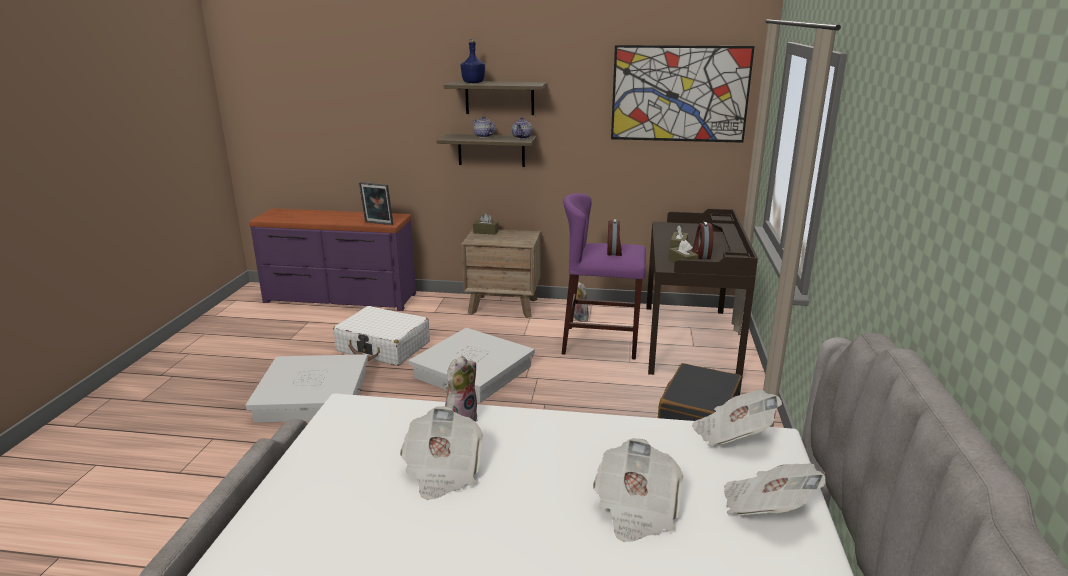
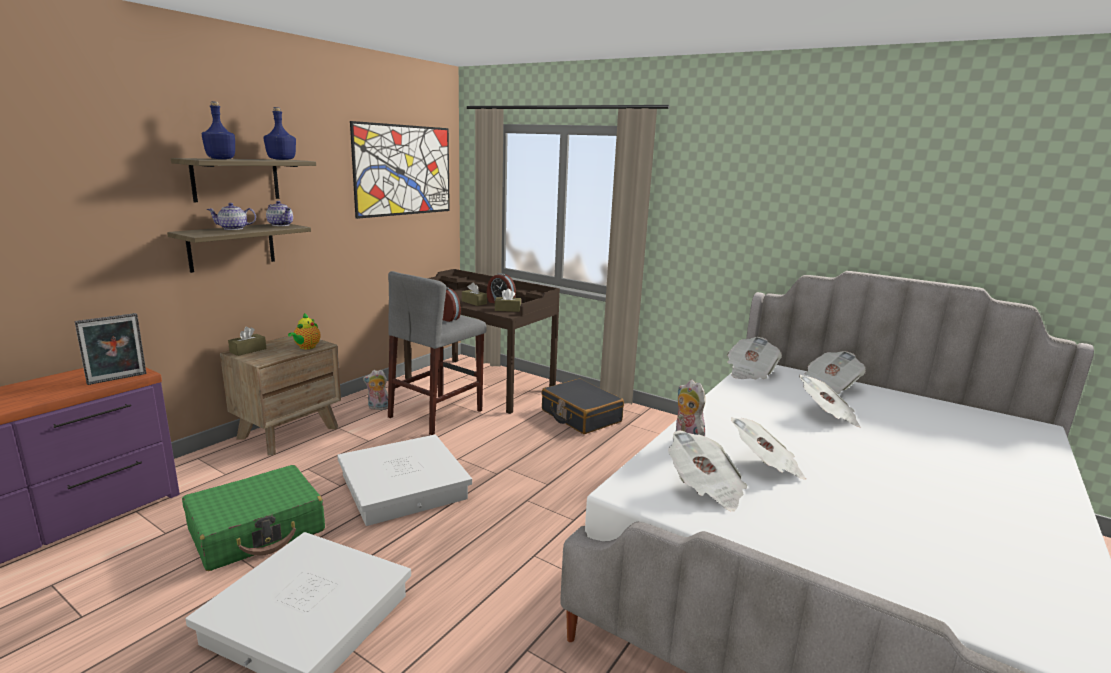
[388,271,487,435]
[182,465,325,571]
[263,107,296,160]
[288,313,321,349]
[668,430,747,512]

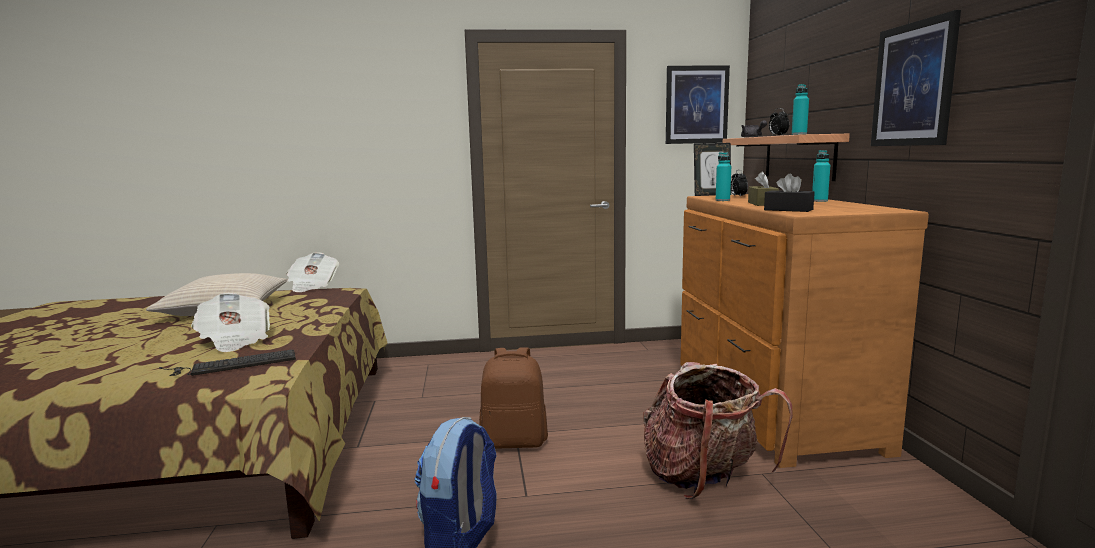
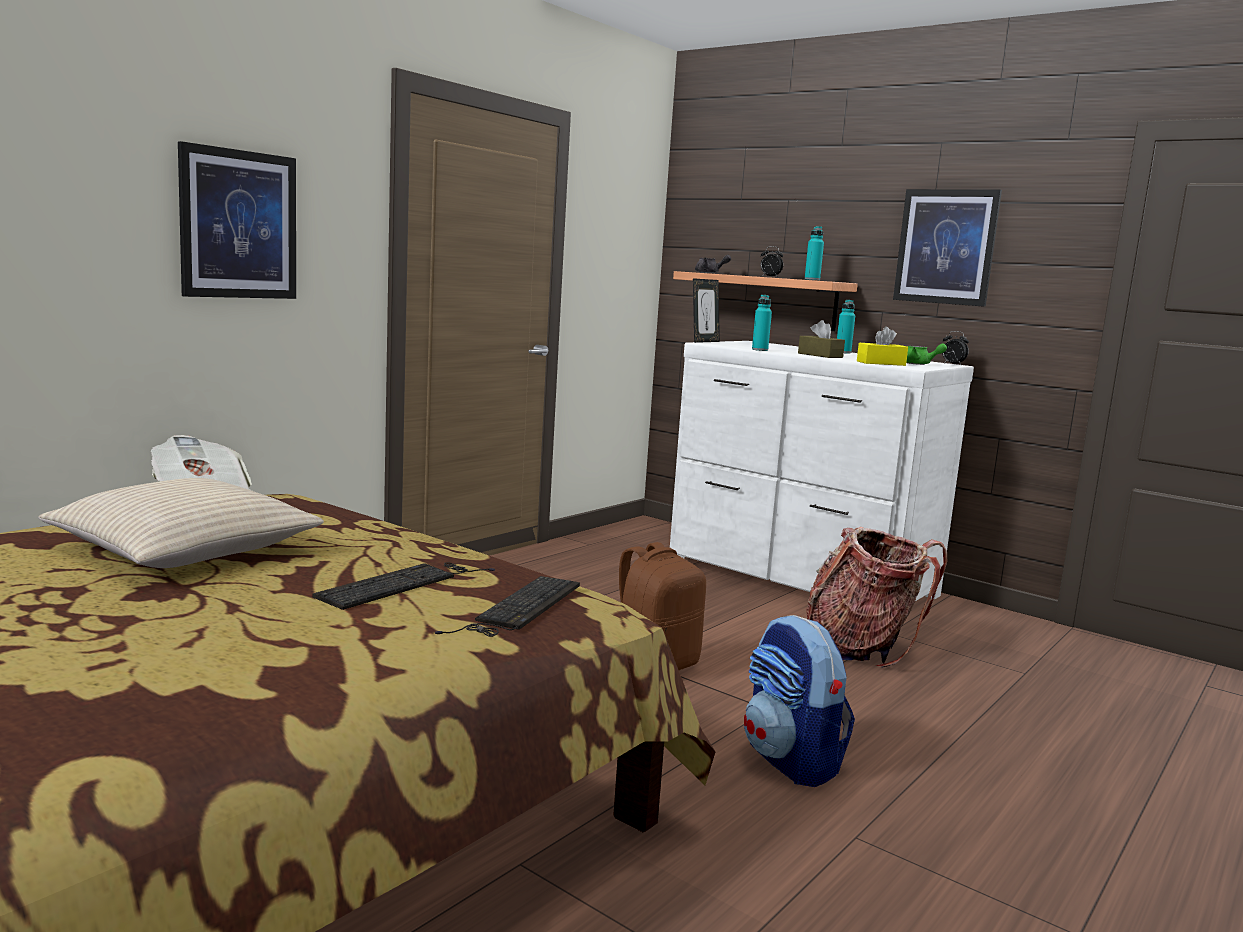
[178,141,296,299]
[942,331,969,364]
[857,326,908,366]
[670,341,974,601]
[312,562,495,610]
[906,343,947,365]

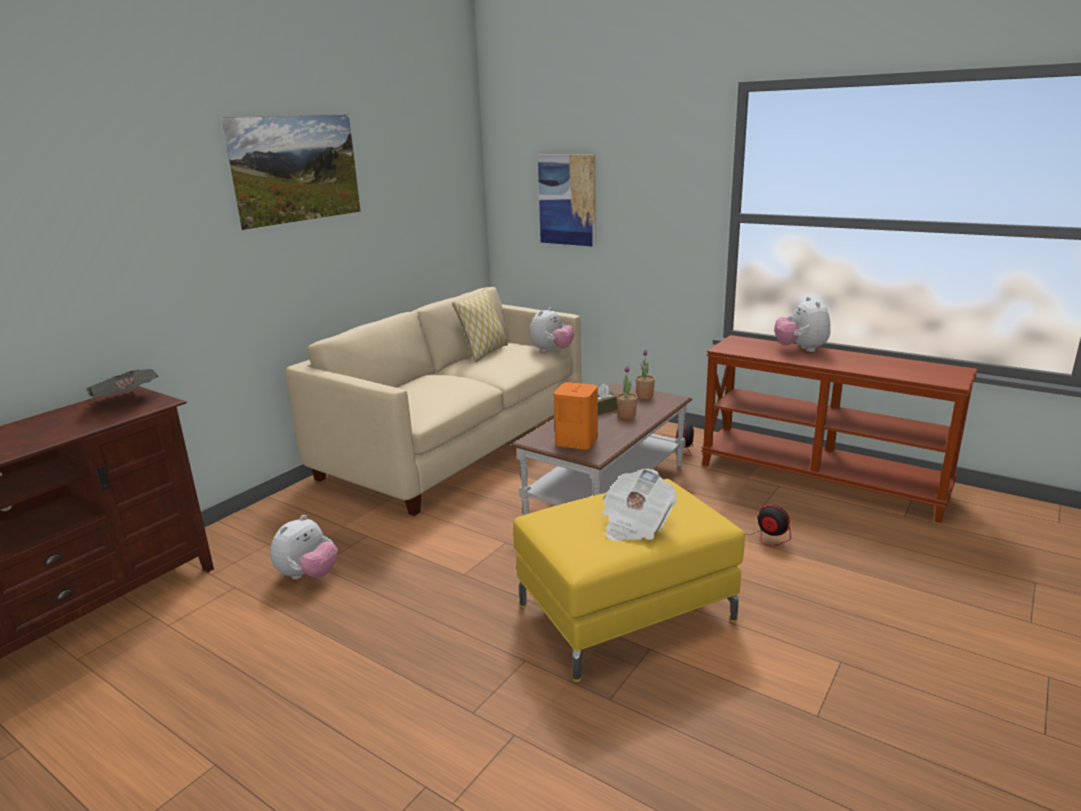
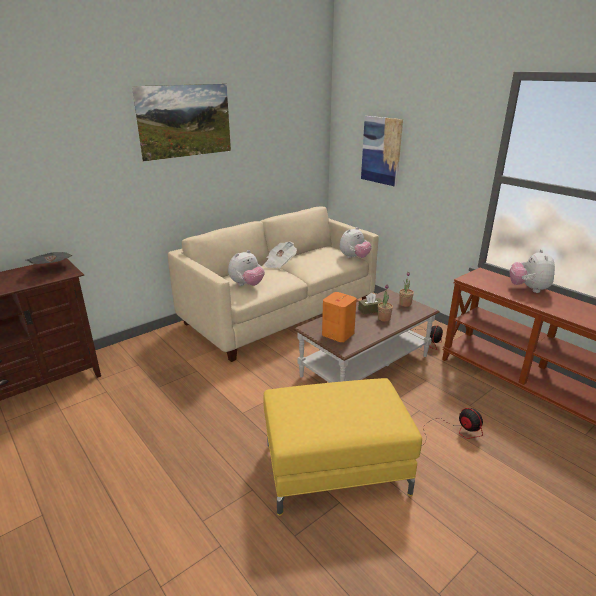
[452,288,508,362] (first image)
[263,241,297,269]
[228,250,265,286]

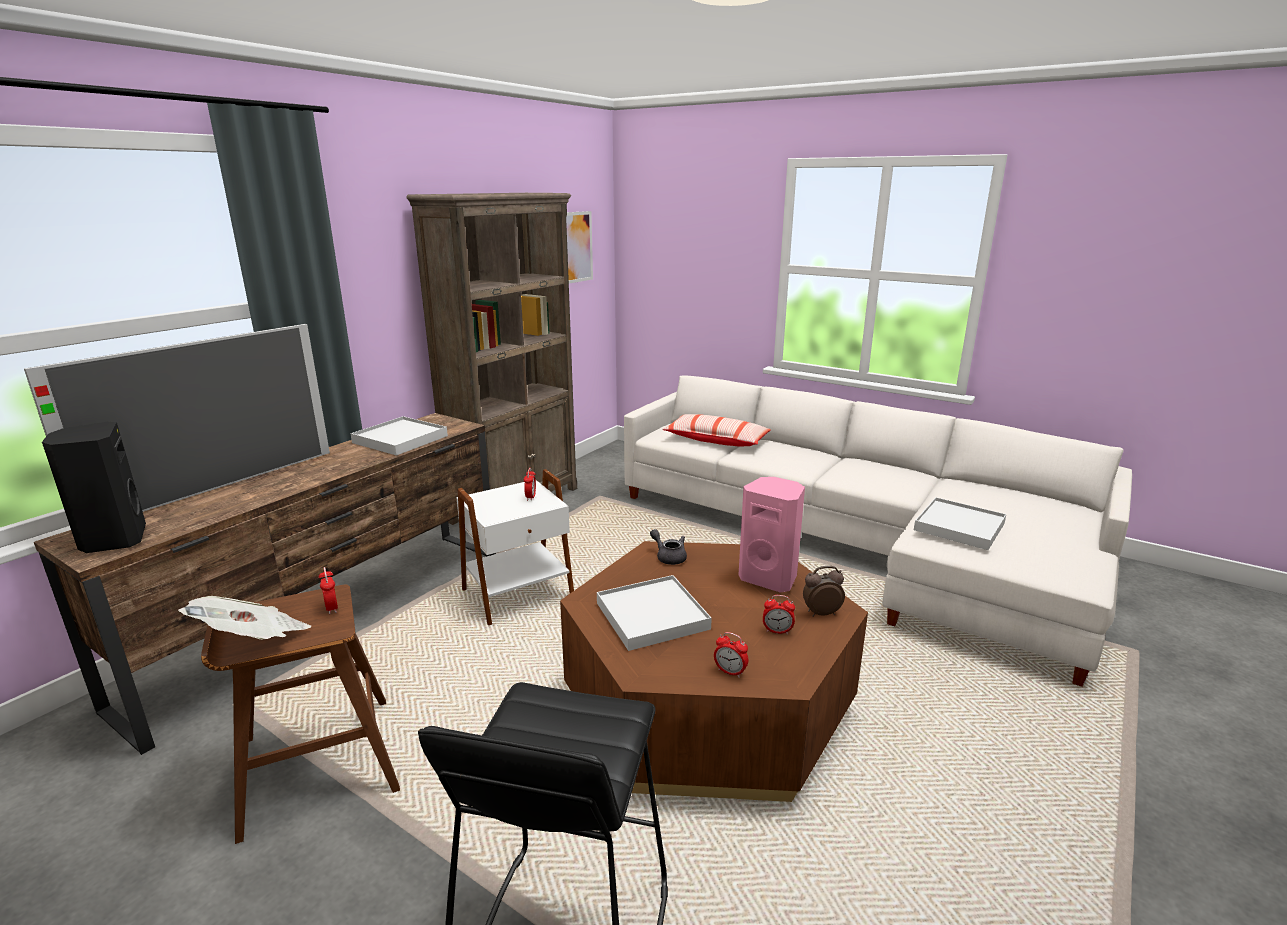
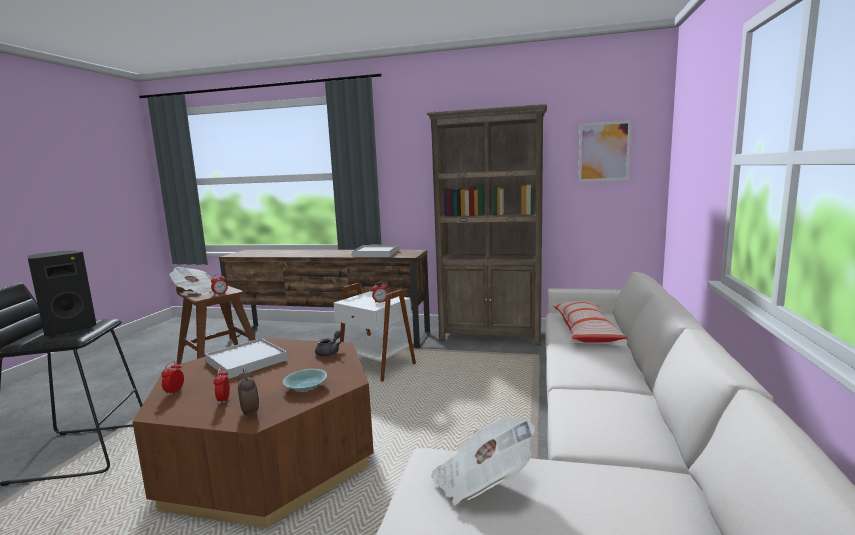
[24,324,330,512] (first image)
[28,250,97,337]
[283,369,327,391]
[431,416,536,505]

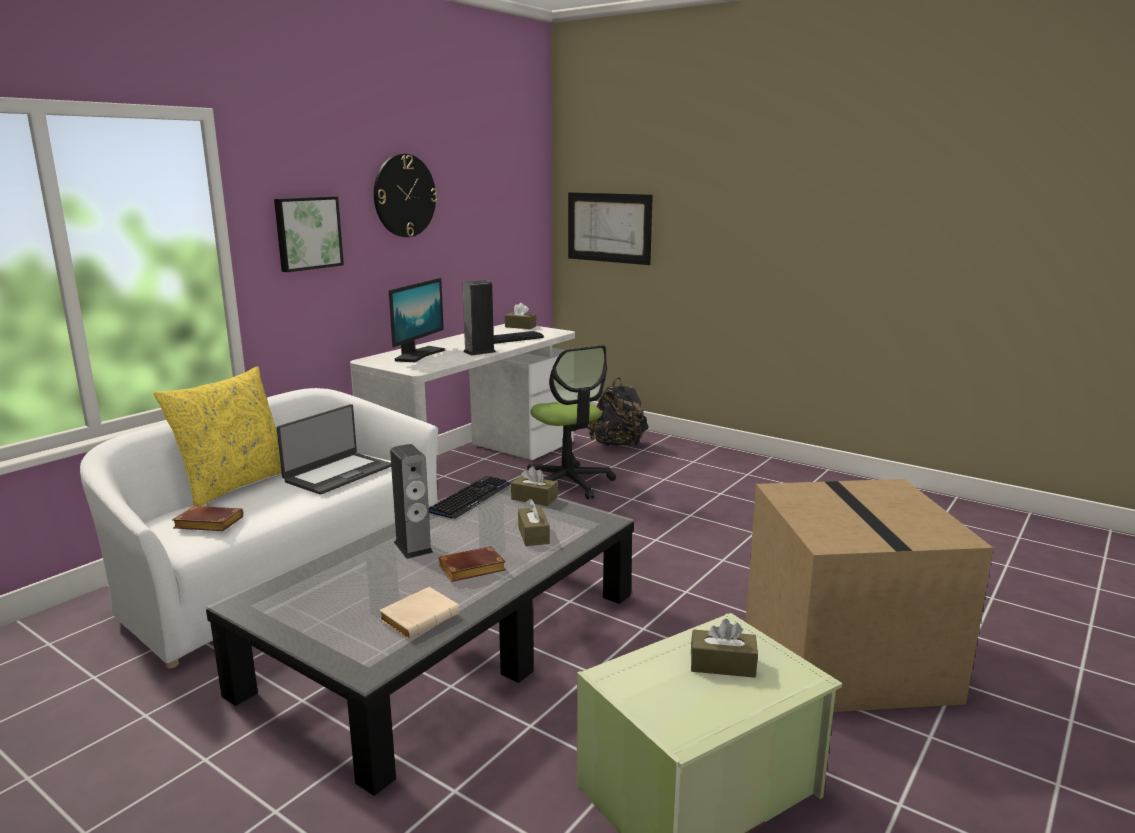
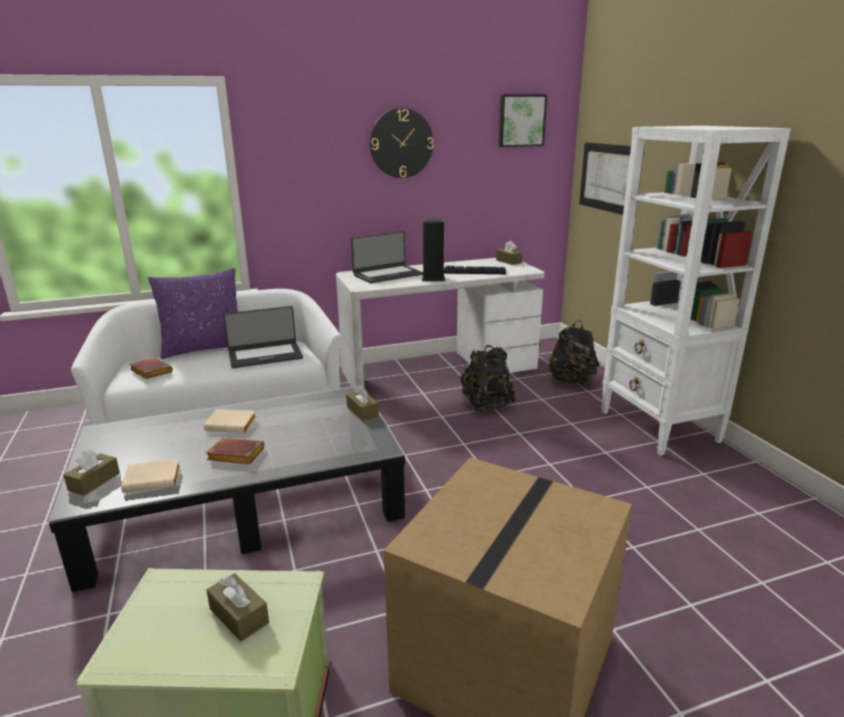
[499,95,547,147]
[351,231,423,283]
[460,345,517,411]
[148,268,238,359]
[204,409,256,433]
[429,476,511,519] (first image)
[63,449,120,496]
[601,126,791,456]

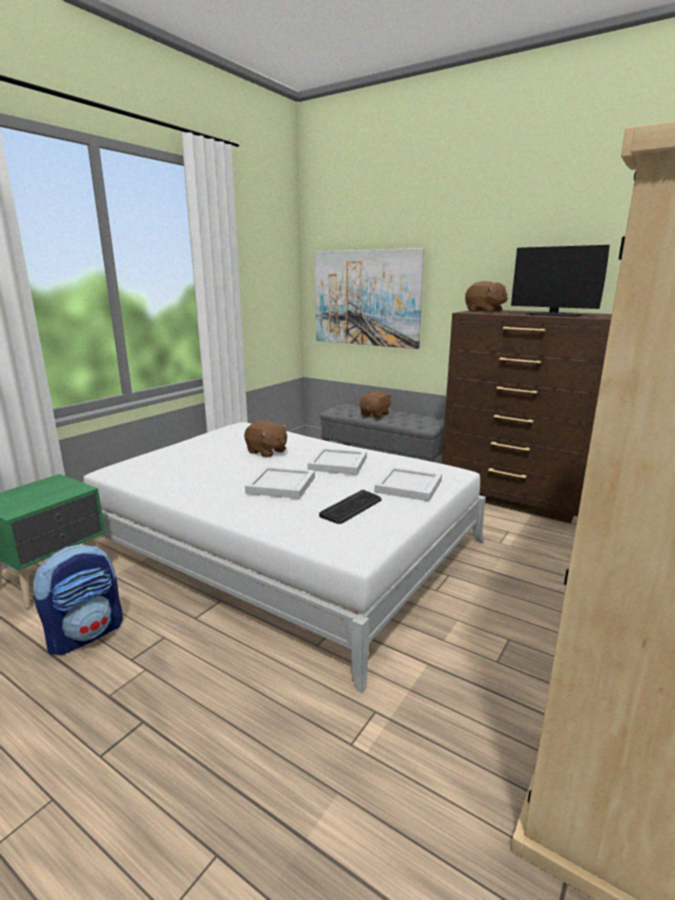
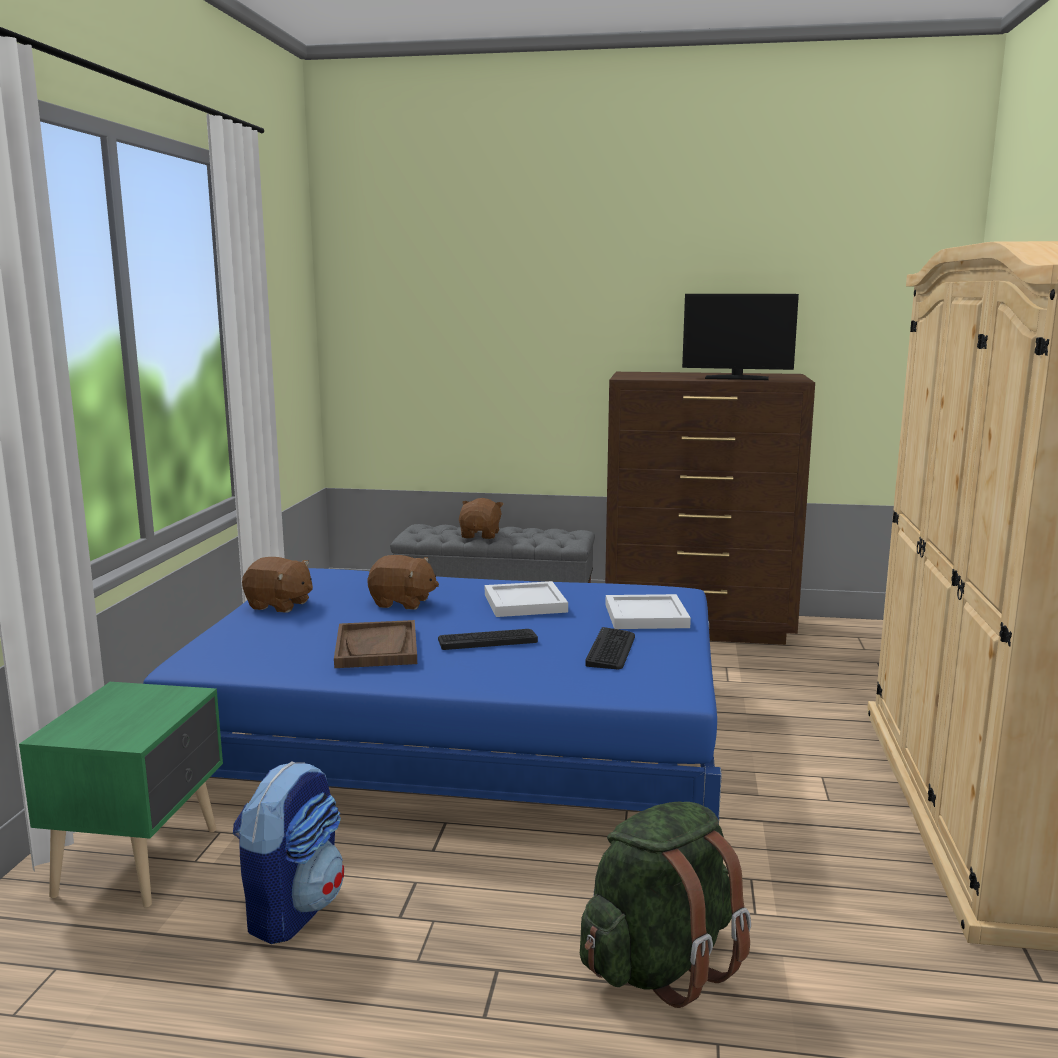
[315,248,424,349] (first image)
[242,557,313,613]
[143,568,722,825]
[438,629,538,650]
[334,620,417,668]
[580,802,751,1008]

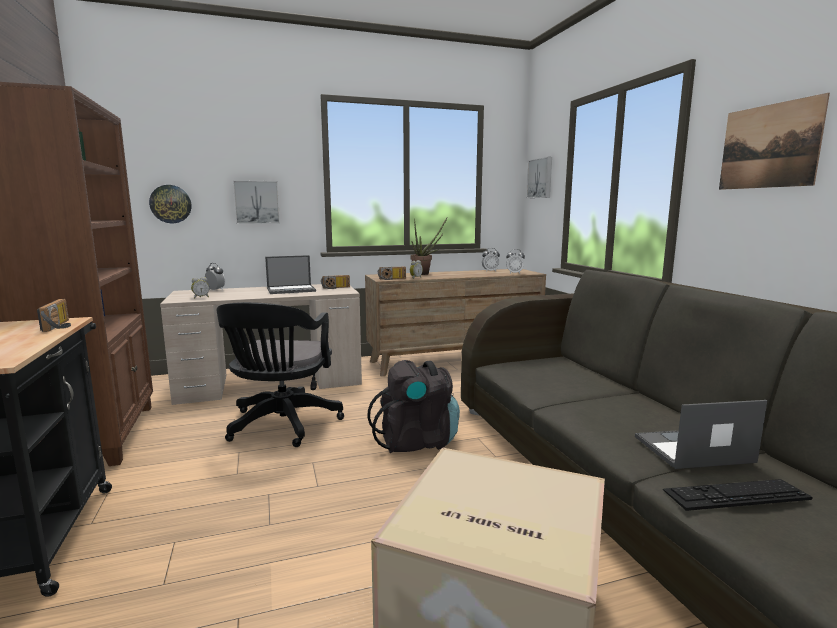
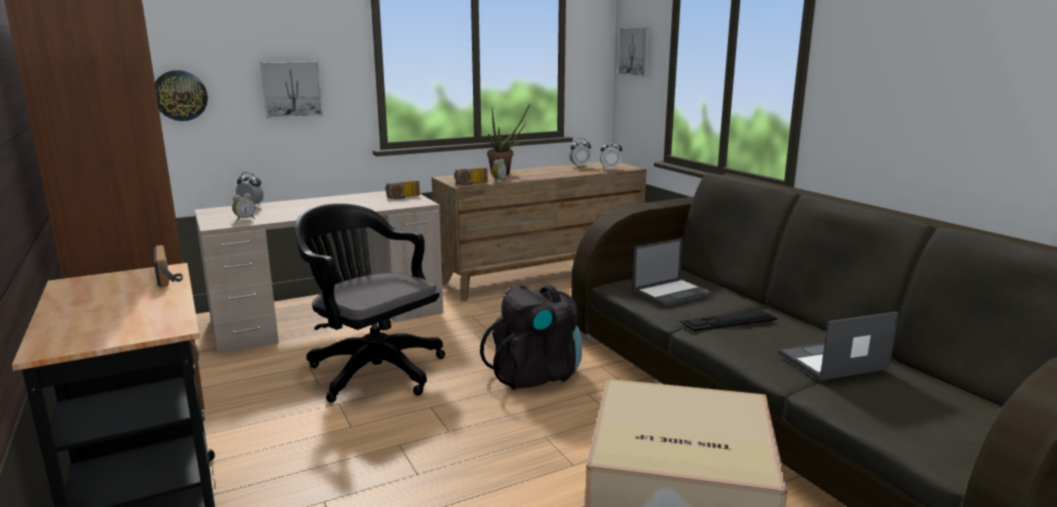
[719,93,830,190] (first image)
[632,238,714,307]
[295,203,445,403]
[680,310,777,331]

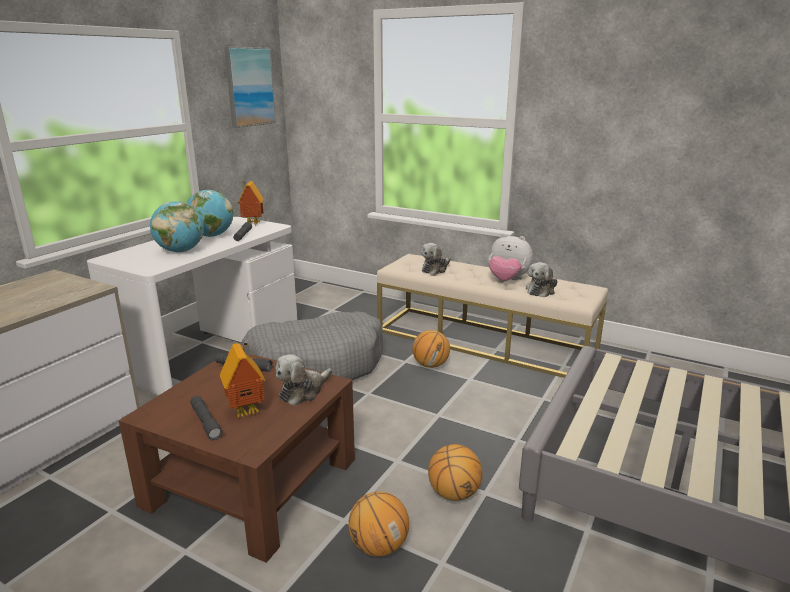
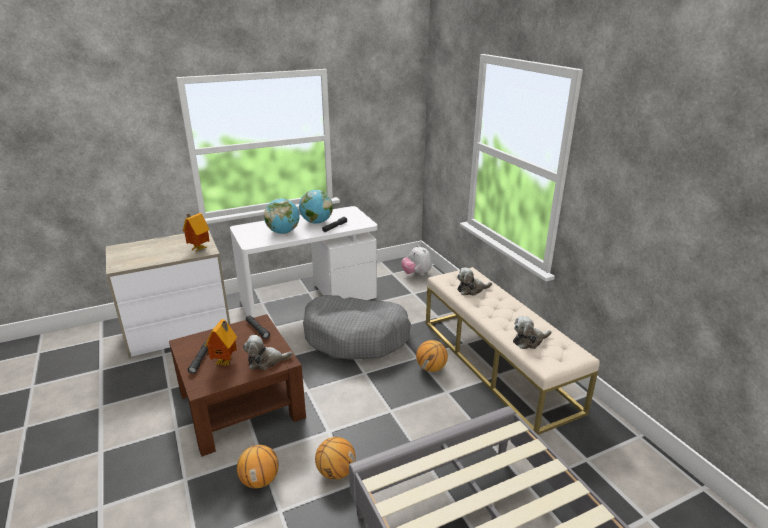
[224,47,276,128] (first image)
[183,213,210,252]
[401,245,432,276]

